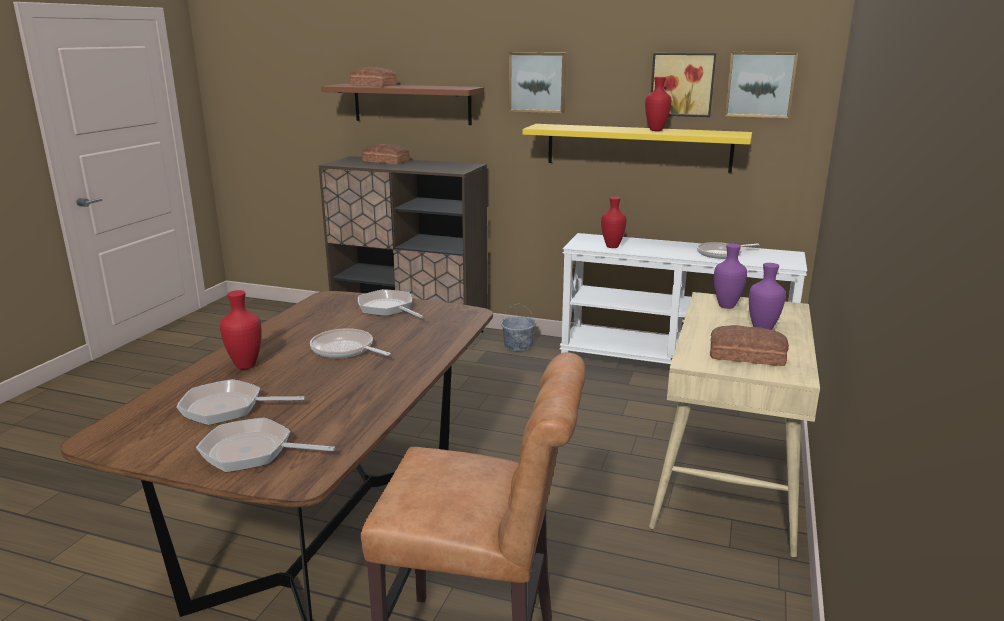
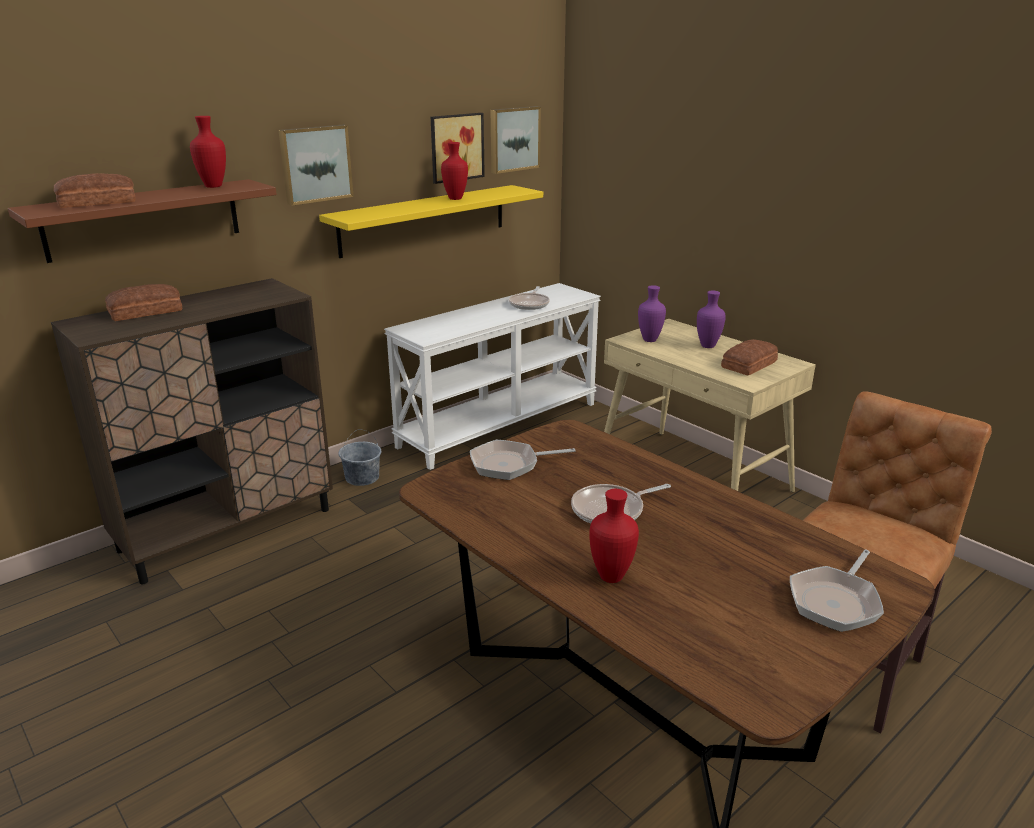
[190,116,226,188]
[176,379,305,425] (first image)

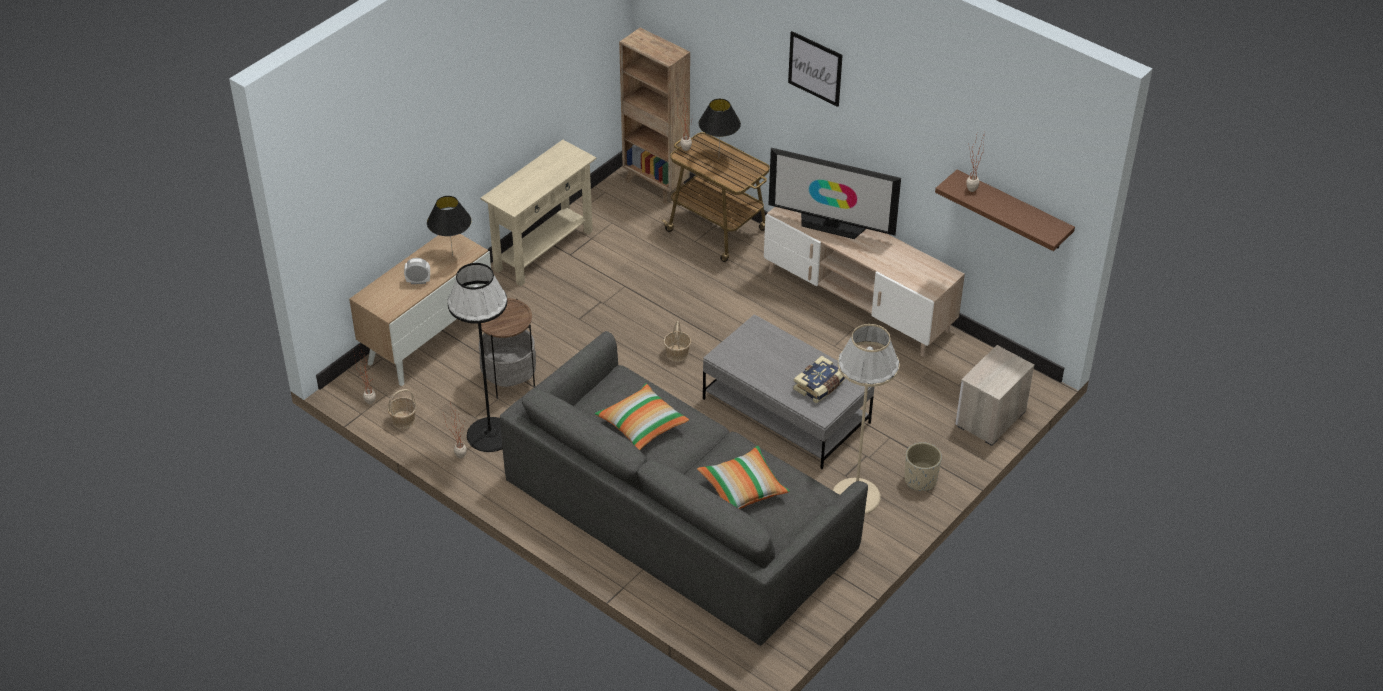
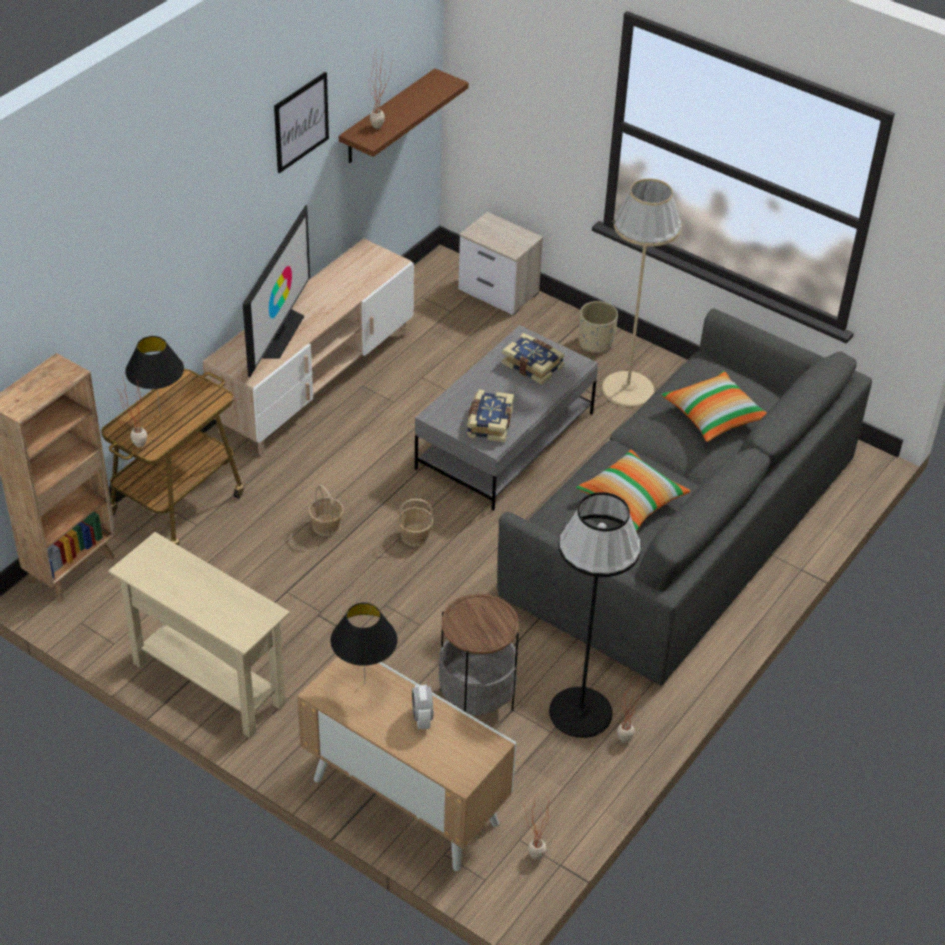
[274,72,329,173]
[308,485,344,536]
[467,389,514,442]

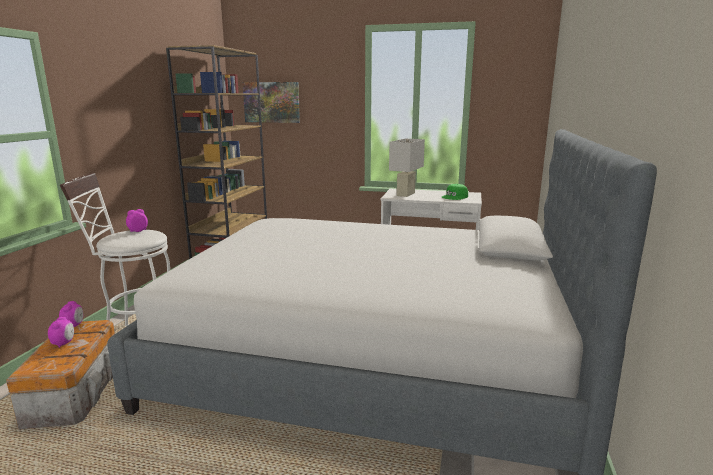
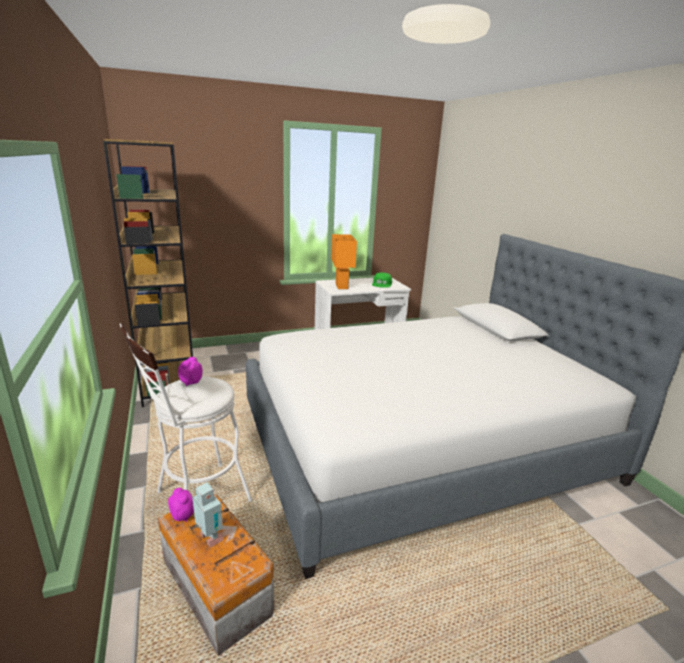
[242,82,300,123] (first image)
[331,234,357,289]
[193,482,224,548]

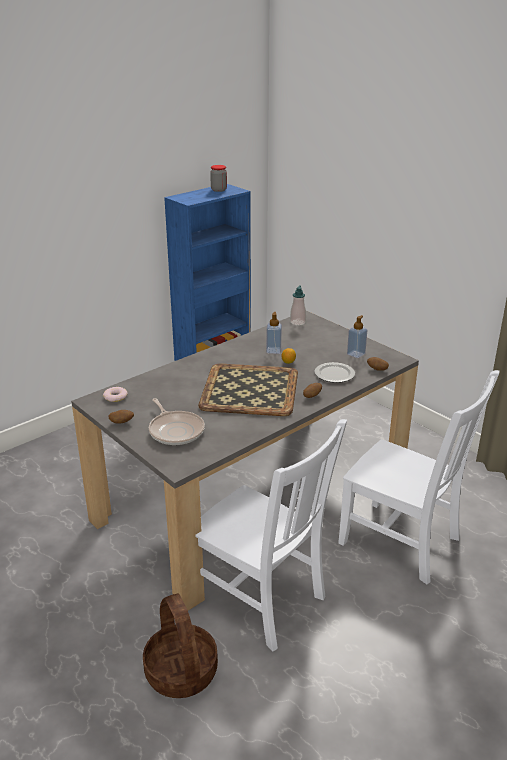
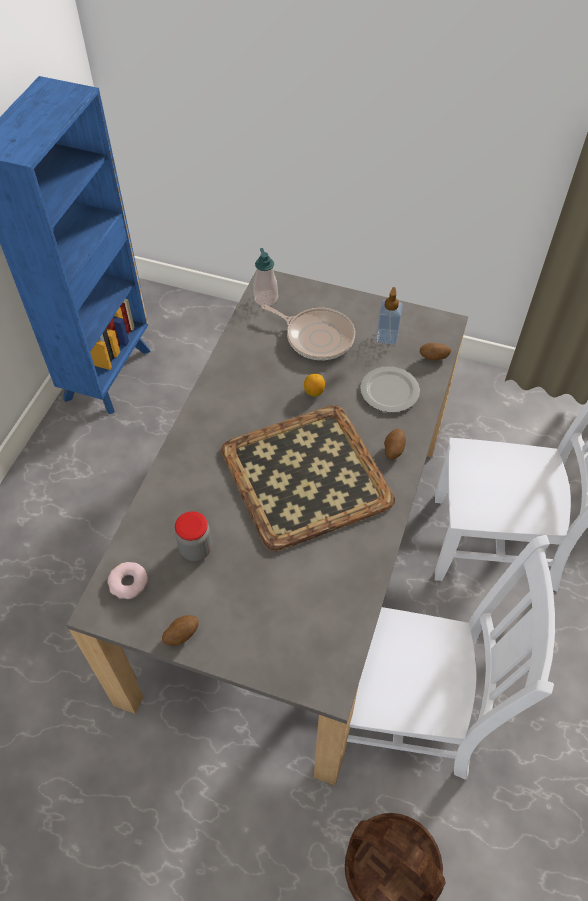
[175,511,212,561]
[266,312,282,354] (first image)
[261,305,355,360]

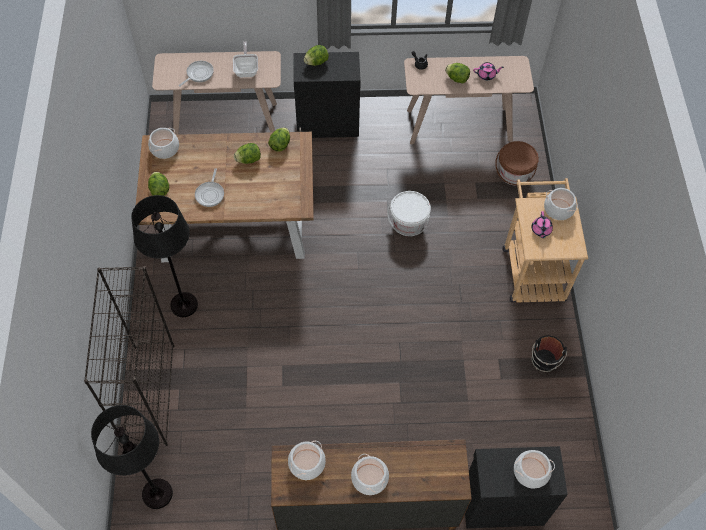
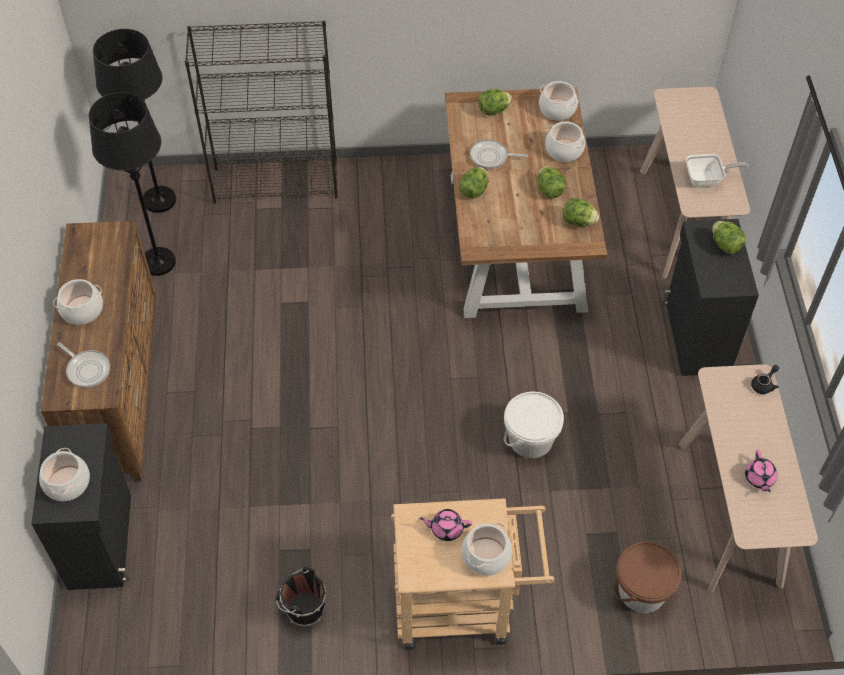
[57,342,110,388]
[459,167,488,198]
[89,92,176,276]
[545,121,586,162]

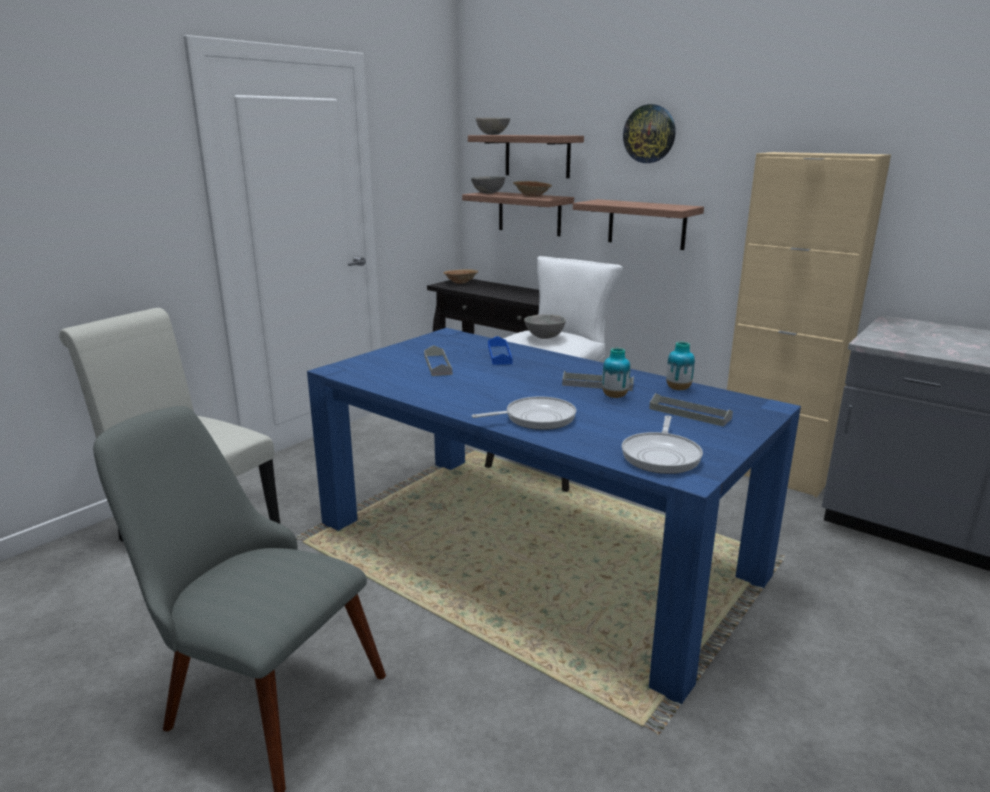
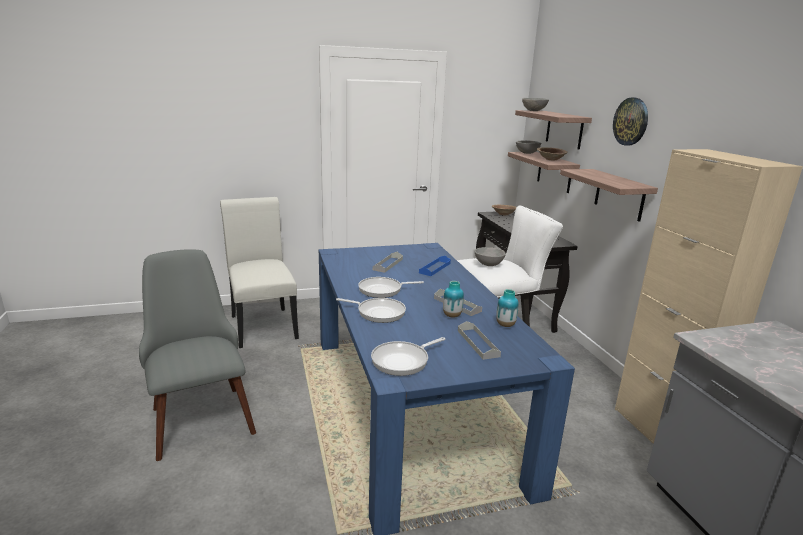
[358,277,424,298]

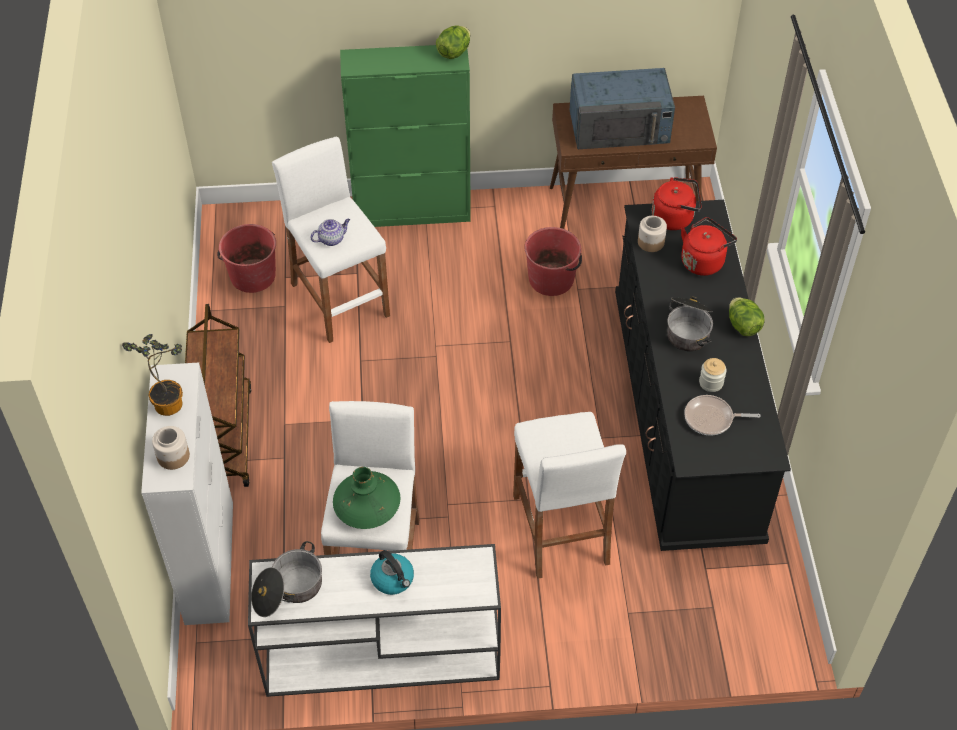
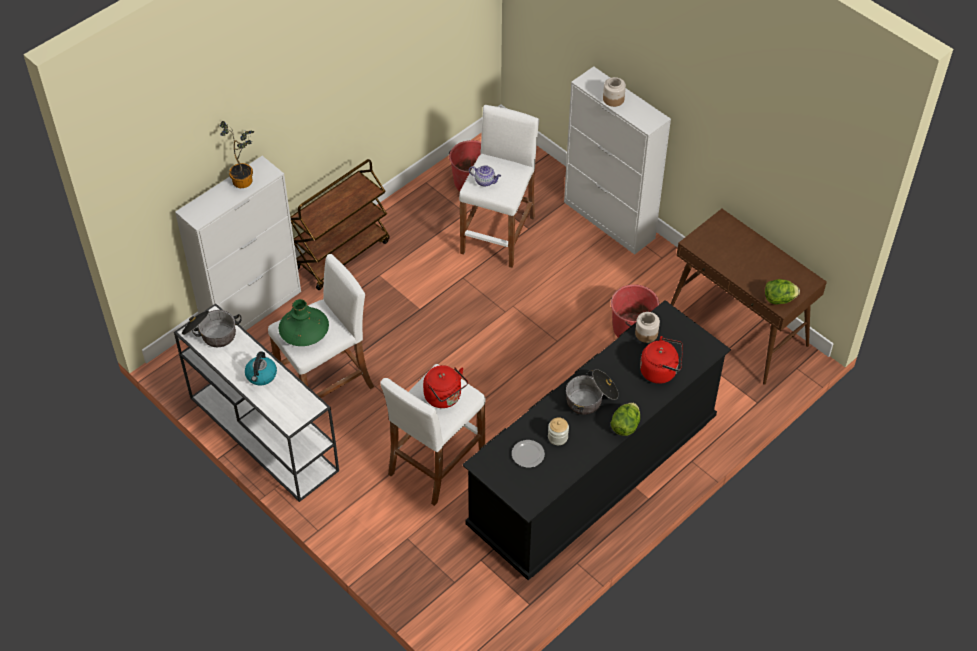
[765,279,800,304]
[564,66,671,255]
[570,68,675,149] (first image)
[423,365,468,408]
[512,440,545,468]
[603,77,626,107]

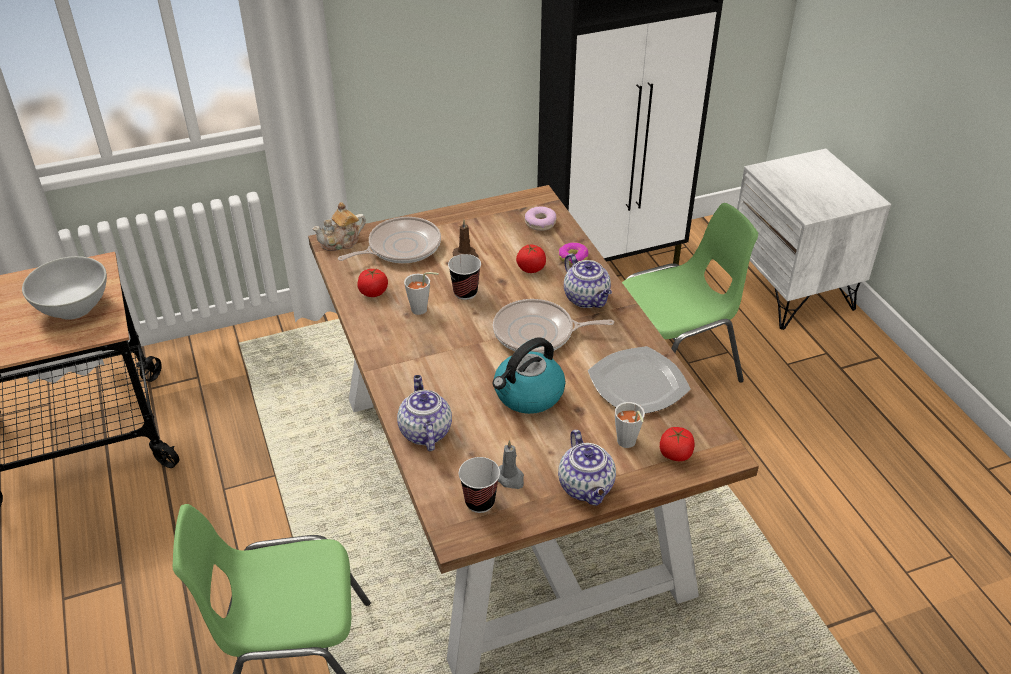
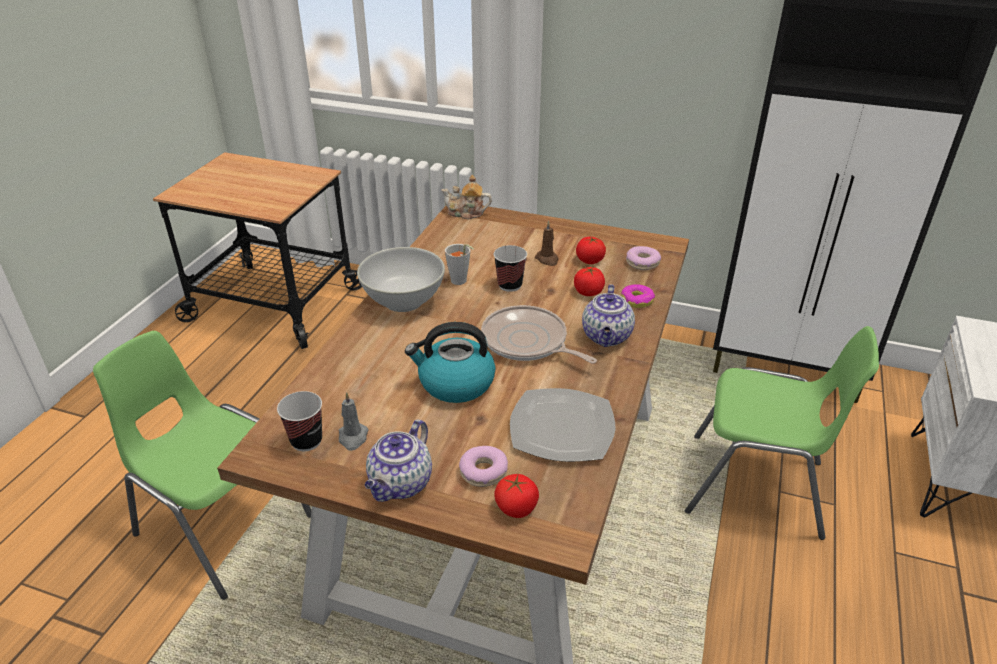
[338,217,441,263] (first image)
[357,247,445,312]
[576,236,606,264]
[397,375,452,451] (first image)
[459,446,508,487]

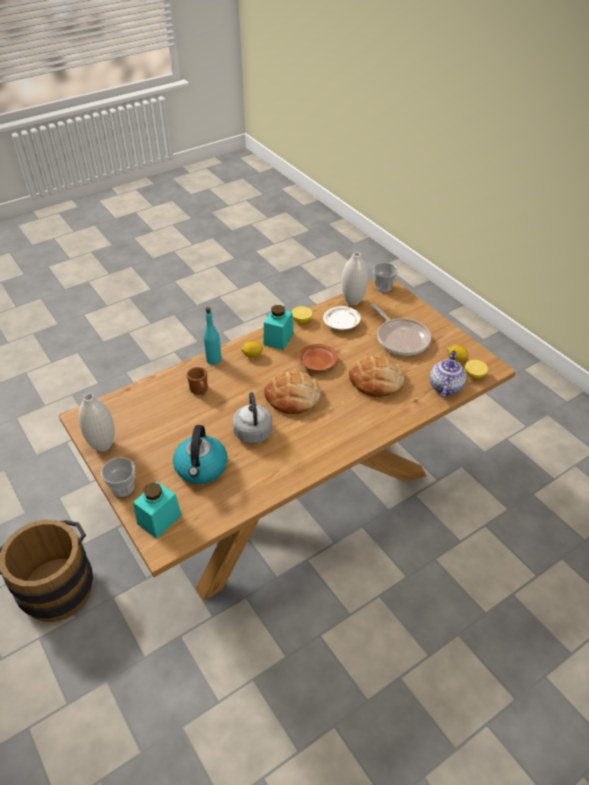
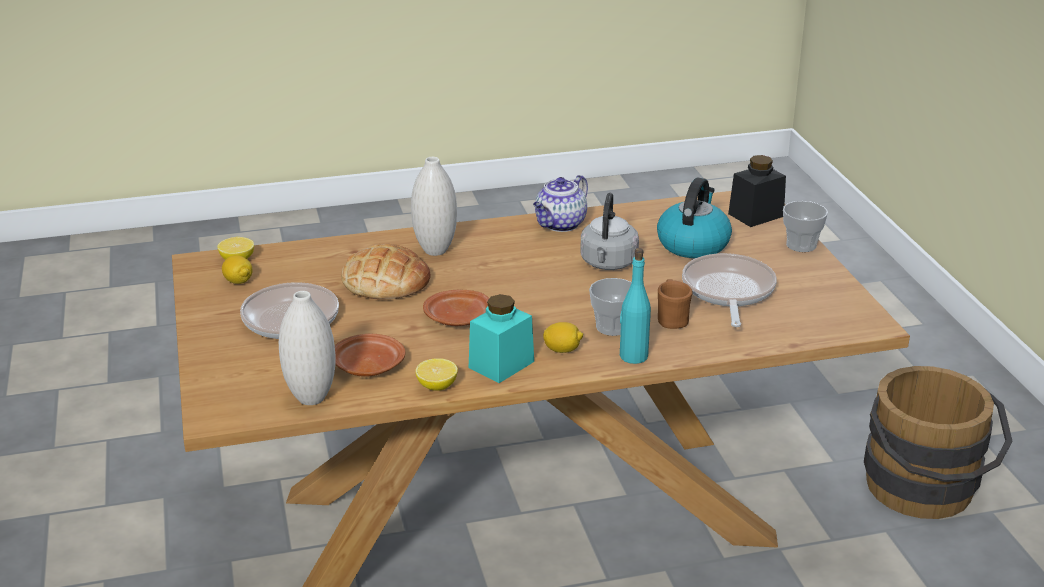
[589,278,632,336]
[335,334,406,377]
[533,175,588,232]
[264,370,321,414] (first image)
[411,157,457,256]
[728,155,786,227]
[682,253,777,327]

